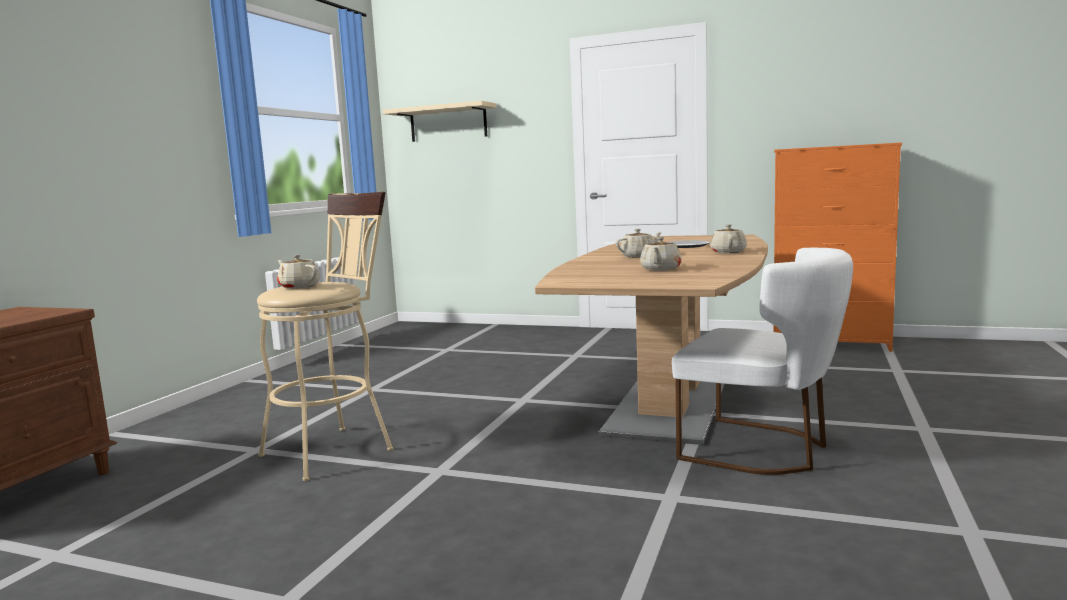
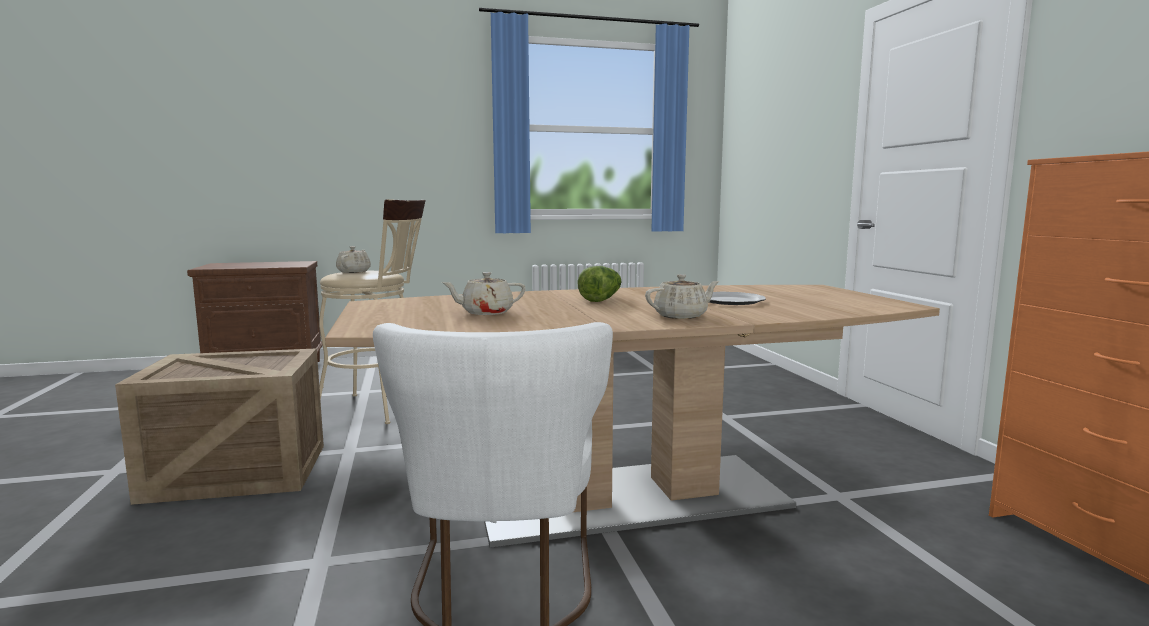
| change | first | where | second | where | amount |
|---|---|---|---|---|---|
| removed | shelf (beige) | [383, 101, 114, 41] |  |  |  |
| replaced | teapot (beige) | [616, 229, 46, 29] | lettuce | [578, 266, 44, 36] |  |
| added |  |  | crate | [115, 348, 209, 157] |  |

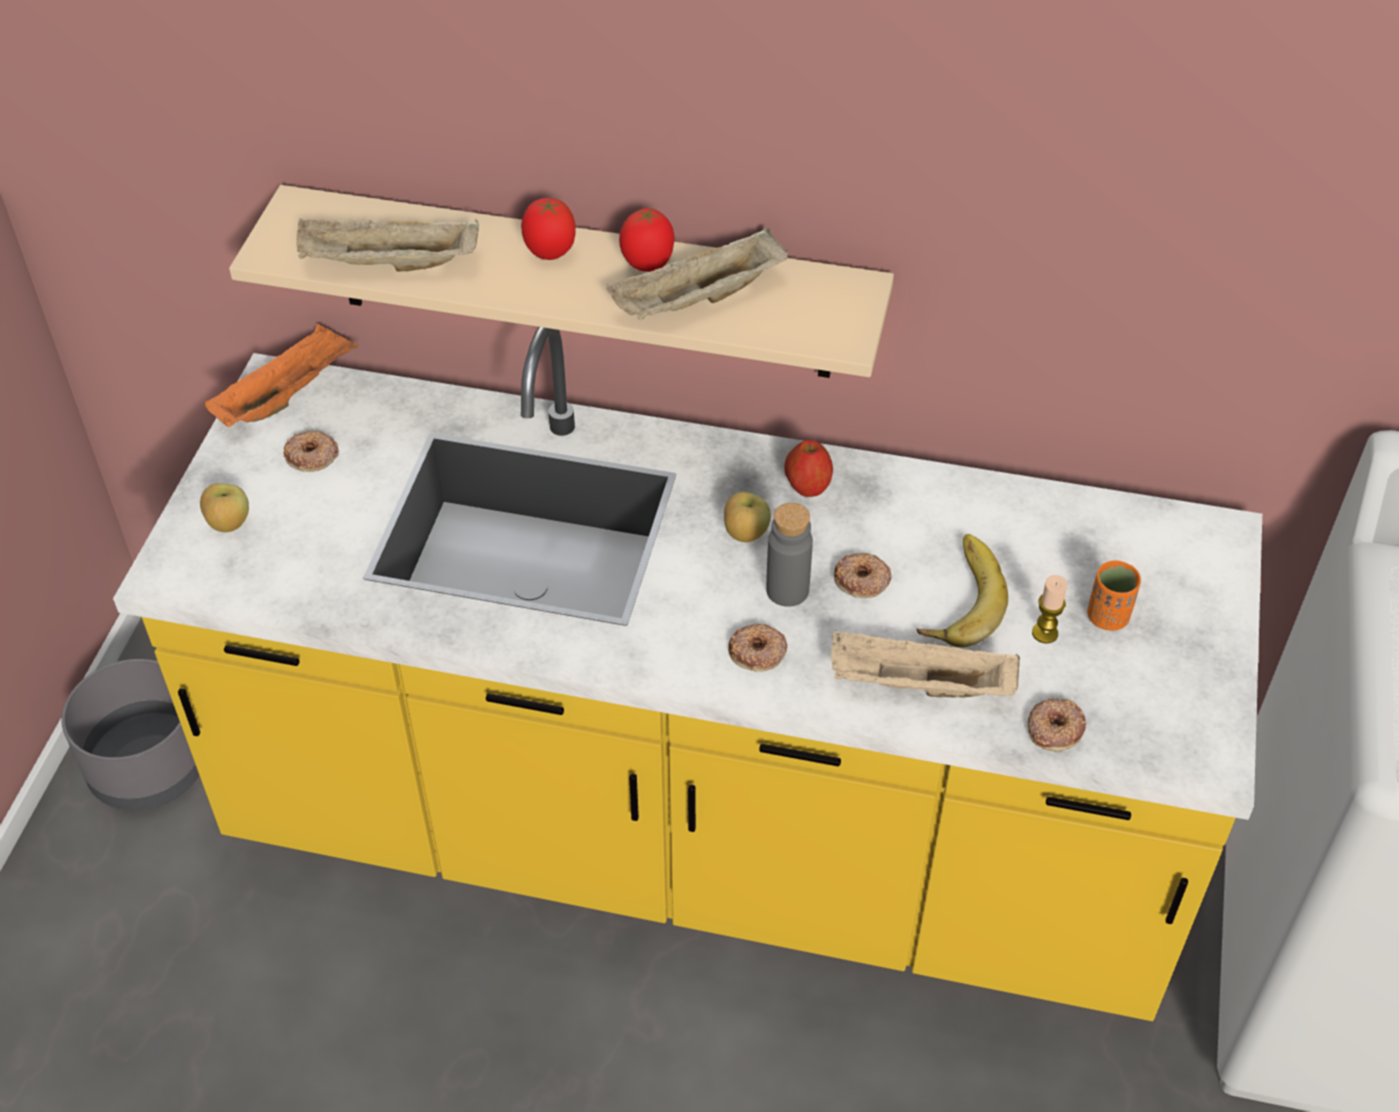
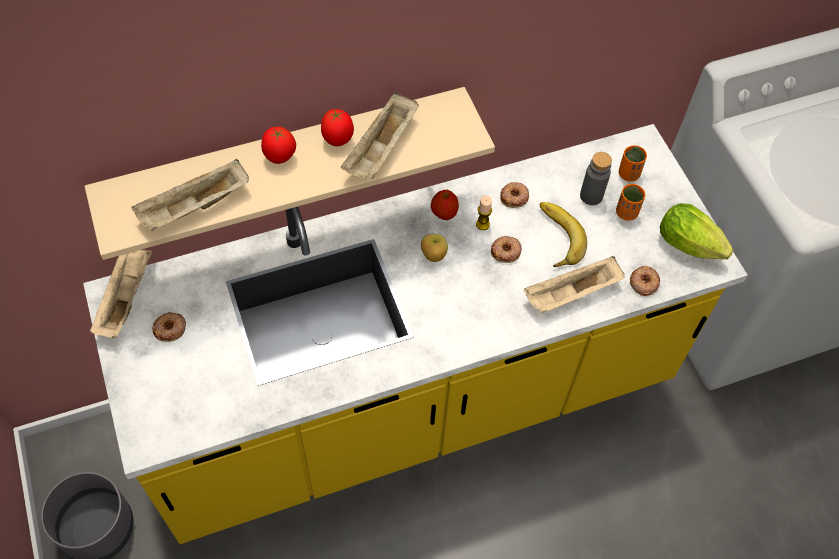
| change | first | where | second | where | amount |
|---|---|---|---|---|---|
| recoloured | tray (orange) | [205, 324, 154, 103] | tray (beige) | [90, 250, 62, 89] |  |
| removed | apple | [200, 483, 49, 49] |  |  |  |
| moved | bottle (grey) | [766, 503, 47, 104] |  | [580, 152, 32, 53] |  |
| moved | candle | [1032, 575, 35, 69] |  | [476, 196, 16, 34] |  |
| moved | donut | [728, 624, 59, 48] |  | [500, 182, 29, 26] |  |
| added |  |  | cup (orange) | [619, 145, 28, 37] |  |
| added |  |  | lettuce | [660, 203, 73, 57] |  |

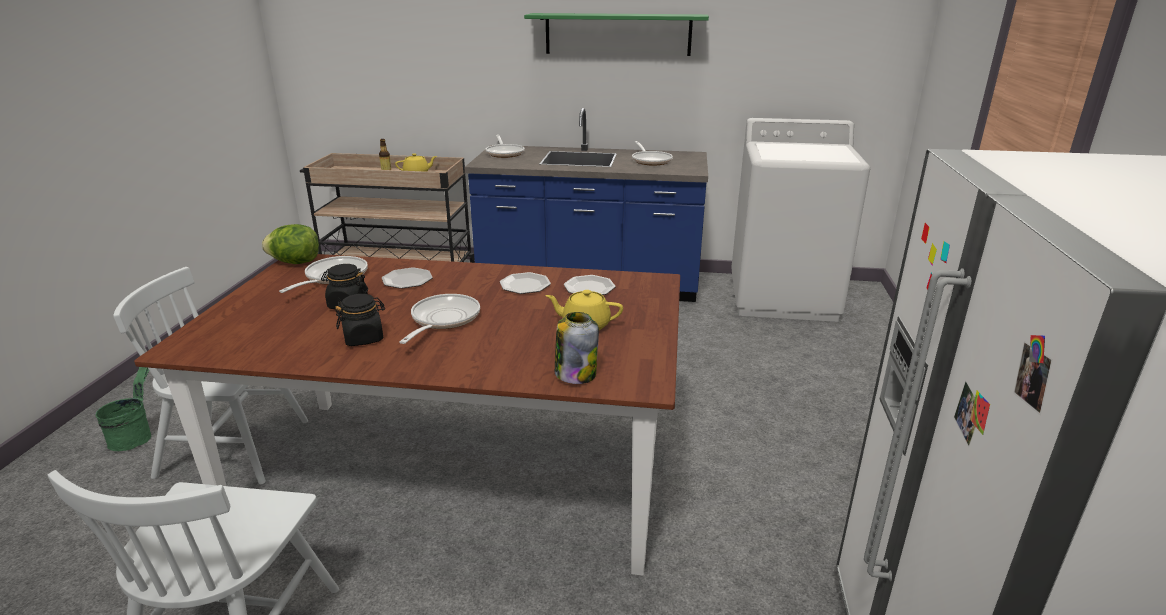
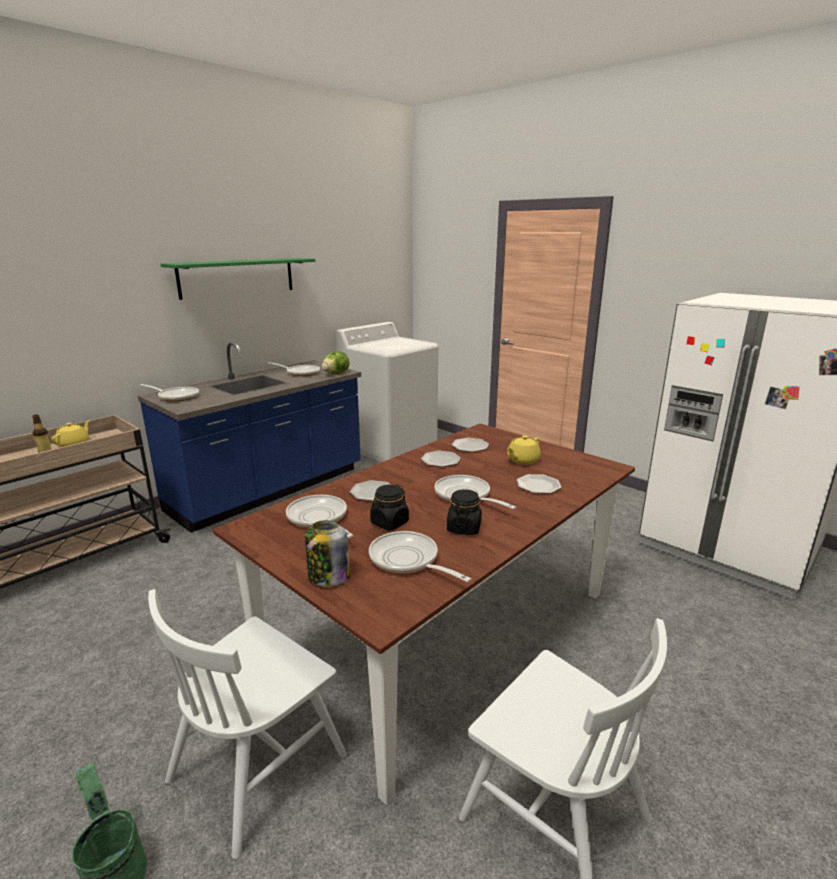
| change | first | where | second | where | amount |
|---|---|---|---|---|---|
| moved | lettuce | [262, 224, 57, 40] |  | [322, 351, 28, 23] |  |
| moved | jar | [555, 312, 44, 72] |  | [305, 520, 45, 67] |  |
| added |  |  | plate | [517, 474, 45, 20] |  |
| added |  |  | frying pan | [369, 531, 102, 51] |  |

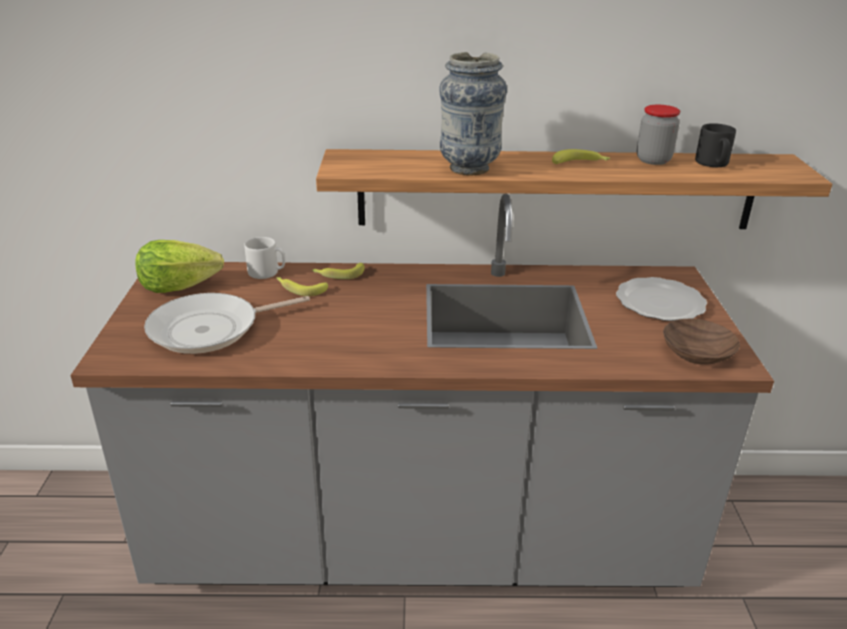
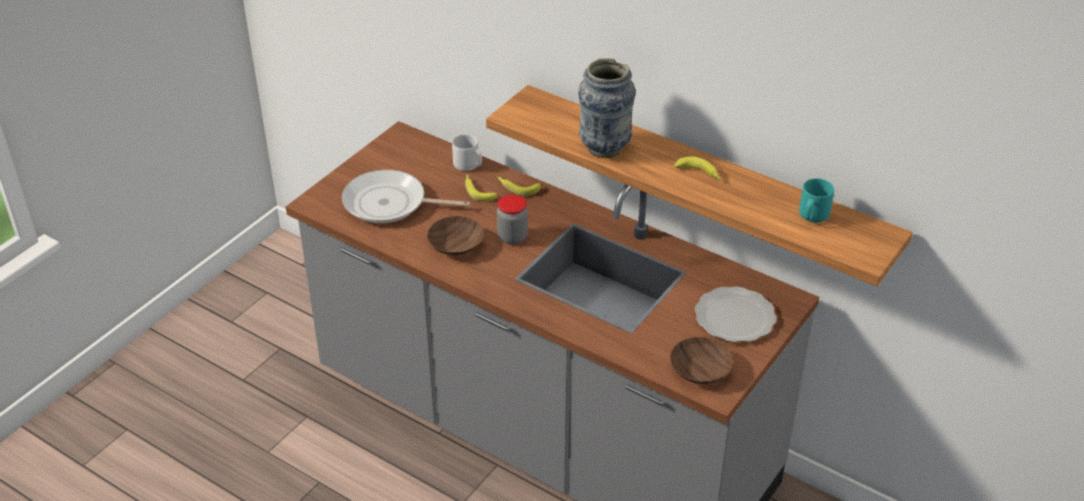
| change | first | where | second | where | amount |
|---|---|---|---|---|---|
| moved | jar | [637, 105, 43, 60] |  | [497, 195, 31, 50] |  |
| recoloured | mug (black) | [695, 123, 41, 44] | mug (turquoise) | [799, 178, 35, 45] |  |
| removed | lettuce | [135, 240, 89, 53] |  |  |  |
| added |  |  | bowl (brown) | [427, 216, 57, 40] |  |

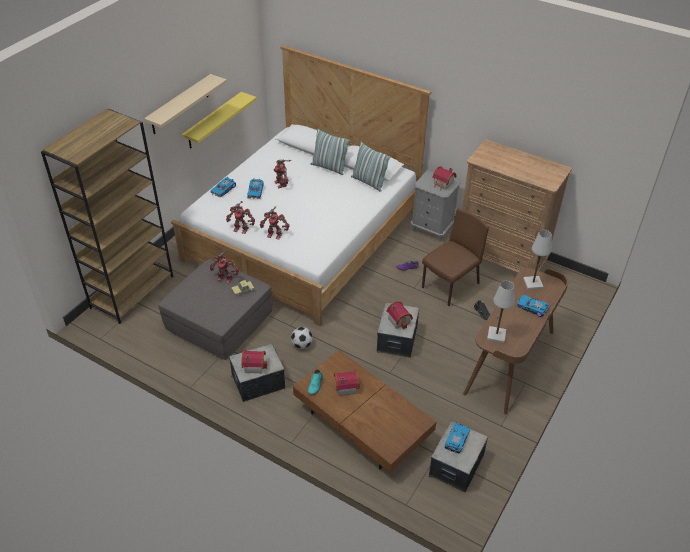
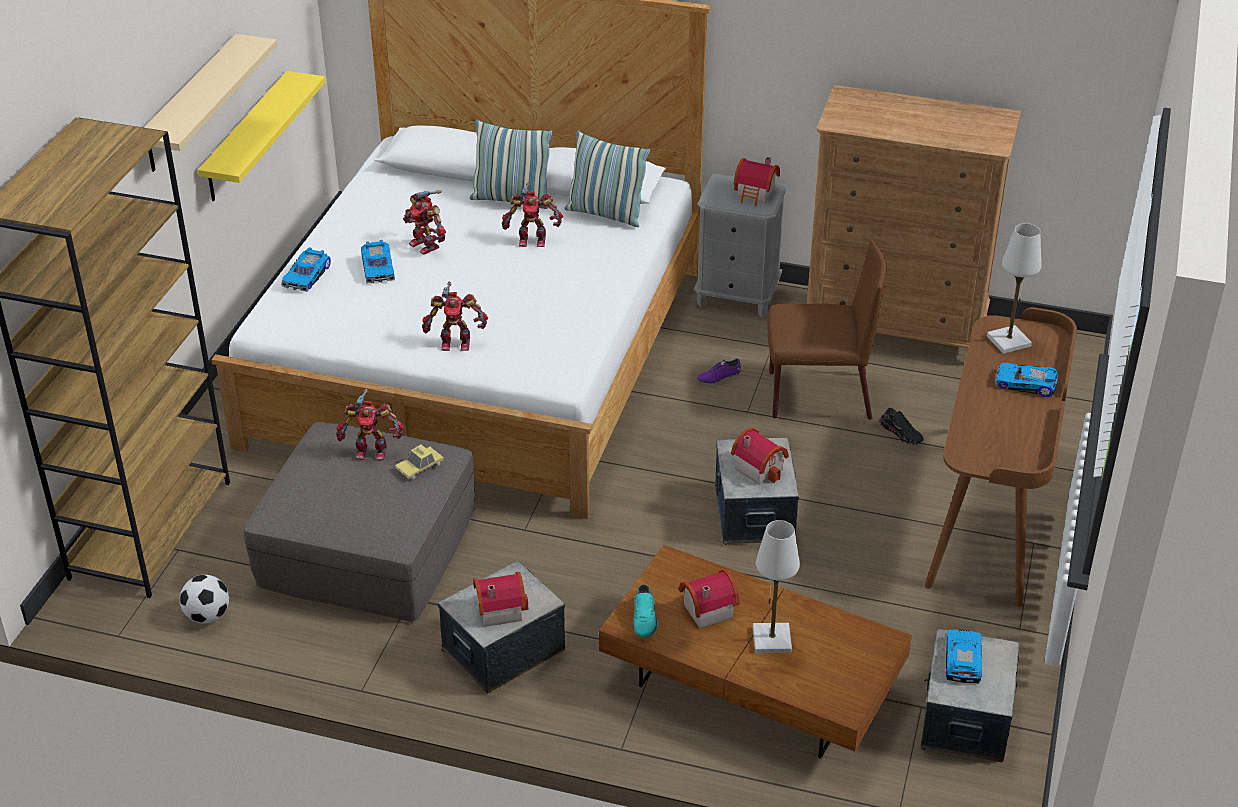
| change | first | where | second | where | amount |
|---|---|---|---|---|---|
| moved | toy robot | [226, 201, 29, 33] |  | [502, 183, 61, 64] |  |
| turned | chair (brown) | [422, 208, 67, 98] |  | [767, 240, 119, 180] | 60 degrees clockwise |
| moved | table lamp (white) | [487, 281, 28, 62] |  | [753, 520, 47, 133] |  |
| moved | football | [291, 327, 22, 22] |  | [180, 575, 49, 48] |  |

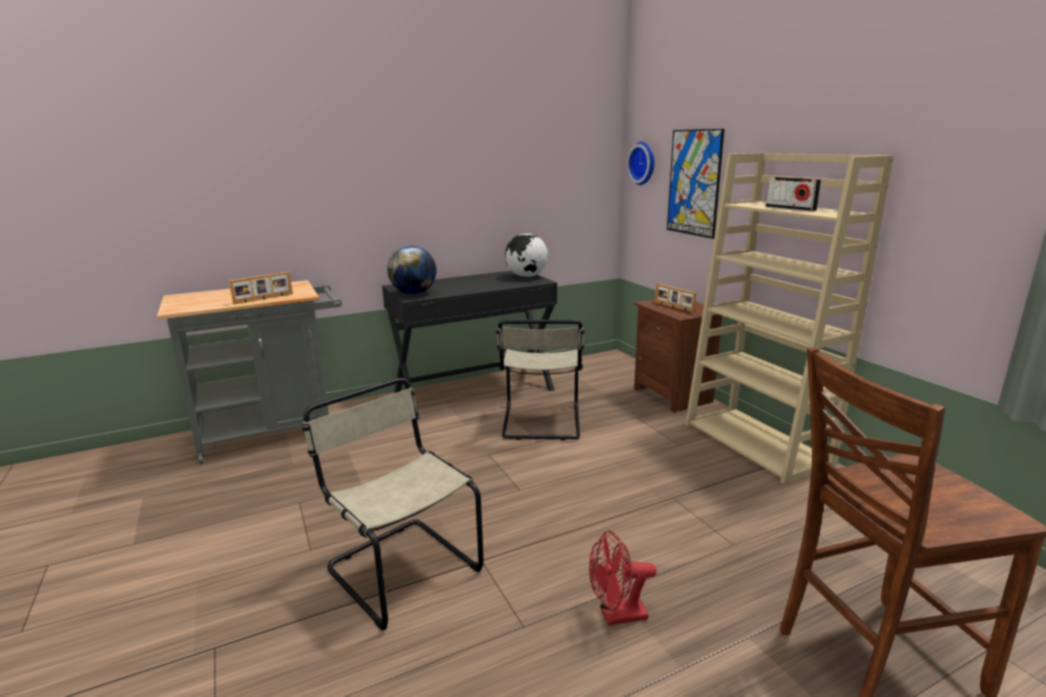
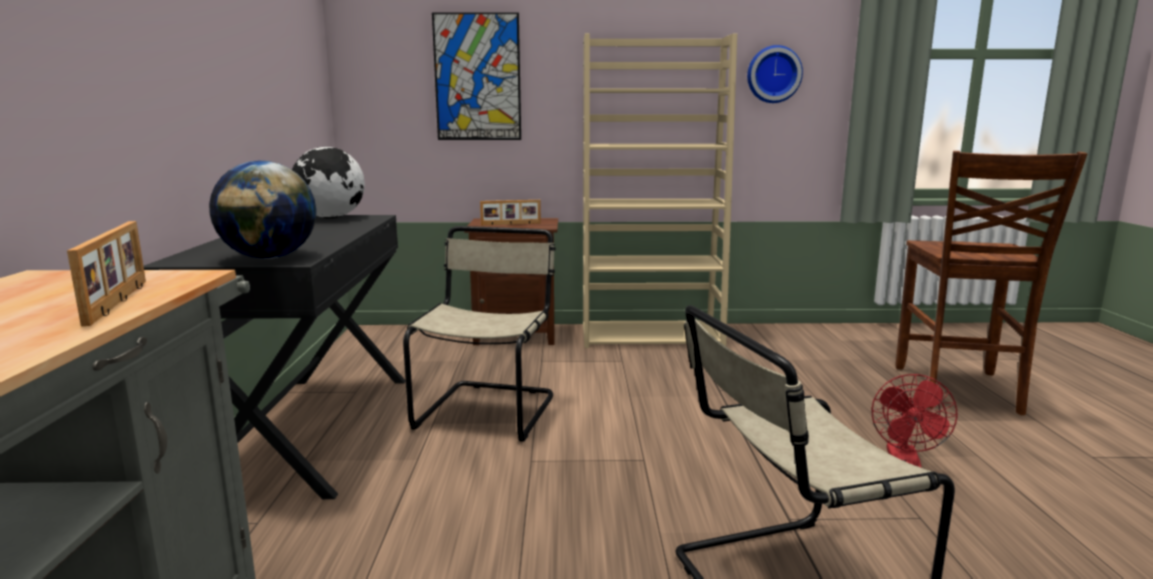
| change | first | where | second | where | amount |
|---|---|---|---|---|---|
| moved | wall clock | [627, 142, 28, 43] |  | [747, 45, 56, 58] |  |
| removed | radio | [766, 177, 55, 34] |  |  |  |
| turned | chair (beige) | [496, 320, 89, 120] |  | [403, 226, 153, 216] | 105 degrees counterclockwise |

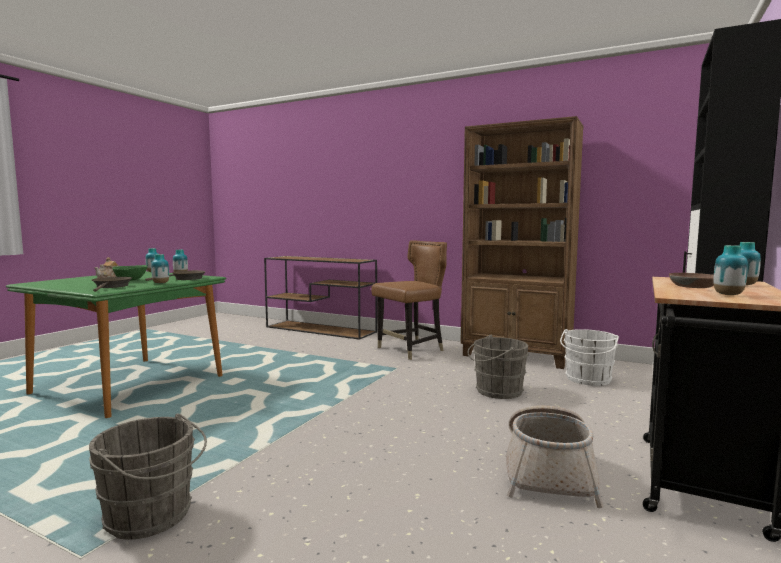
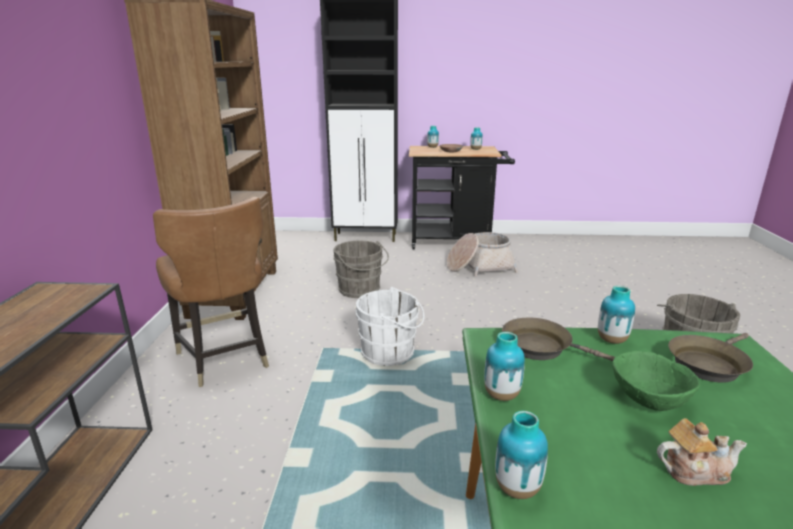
| change | first | where | second | where | amount |
|---|---|---|---|---|---|
| turned | chair (brown) | [371, 240, 76, 120] |  | [153, 197, 116, 190] | 150 degrees counterclockwise |
| moved | bucket (white) | [560, 329, 59, 57] |  | [355, 287, 69, 79] |  |

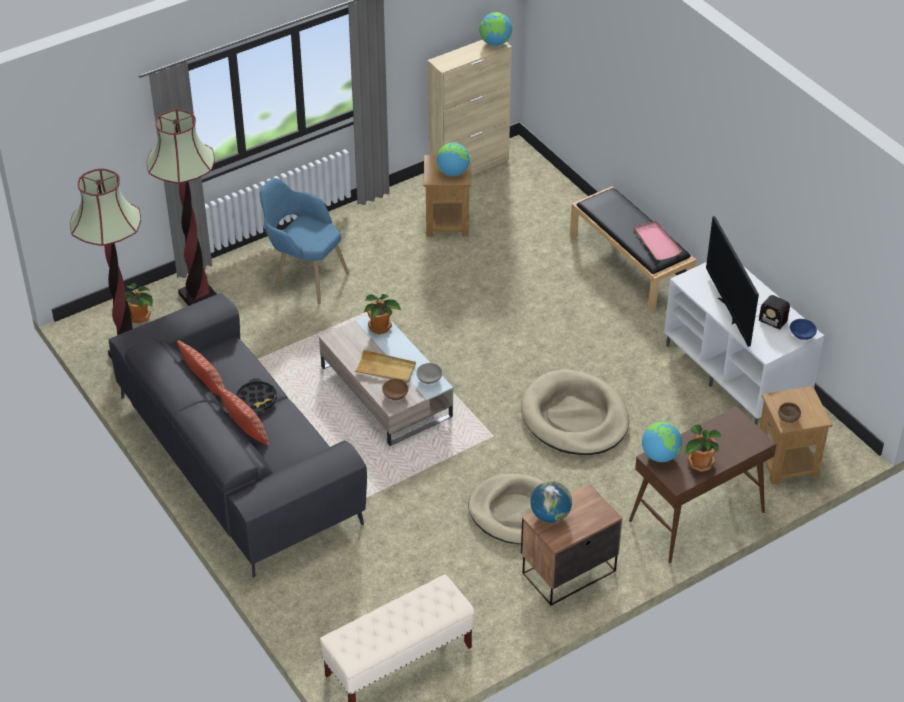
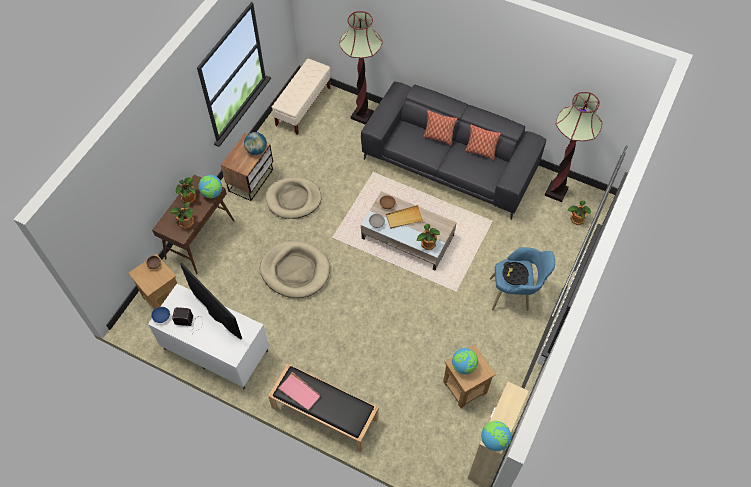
| change | first | where | second | where | amount |
|---|---|---|---|---|---|
| moved | floor lamp | [146, 109, 71, 197] |  | [339, 11, 44, 114] |  |
| moved | tray (black) | [236, 378, 41, 35] |  | [502, 262, 27, 23] |  |
| added |  |  | potted plant | [170, 202, 25, 27] |  |

